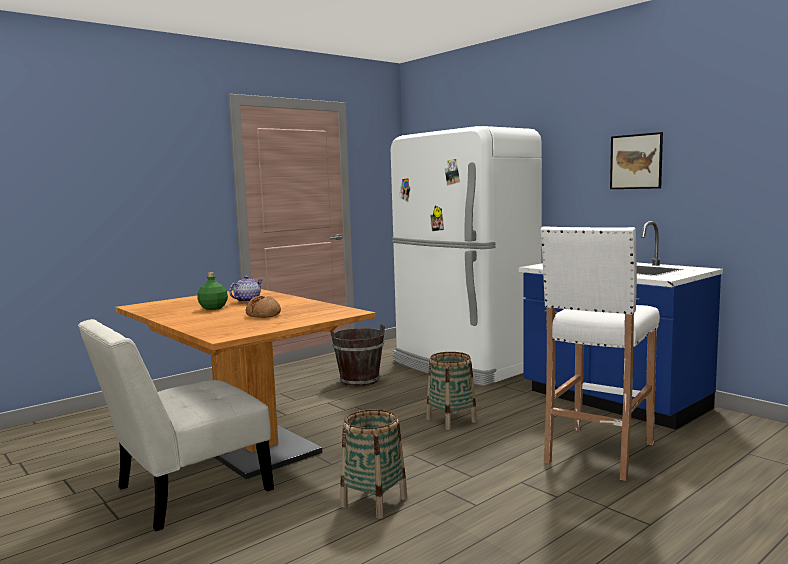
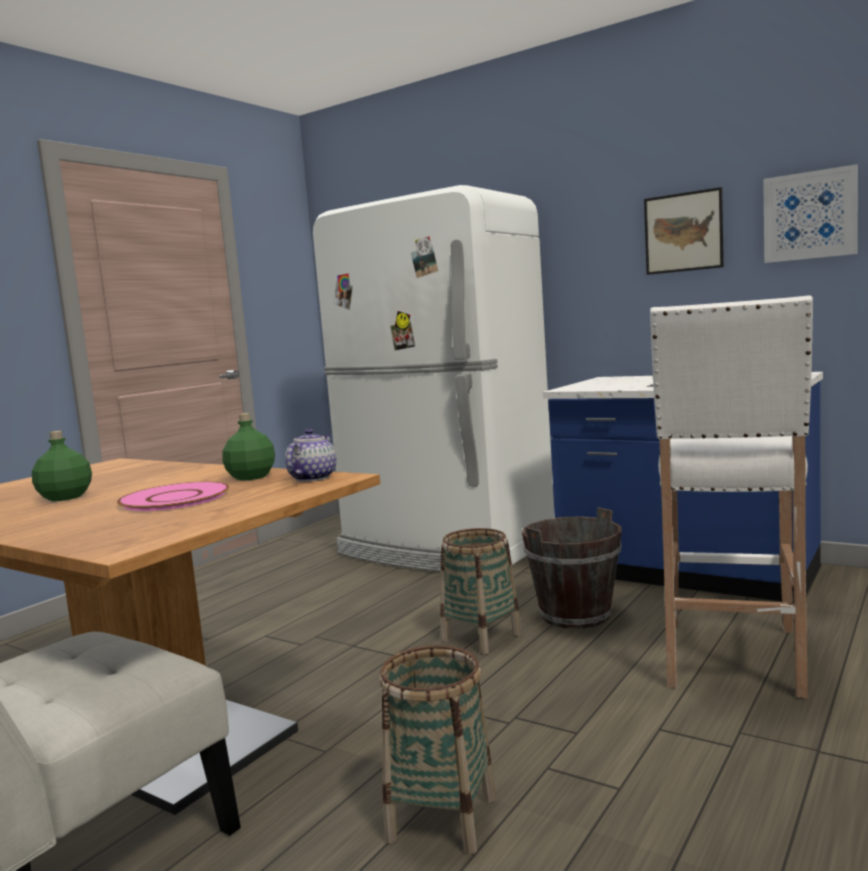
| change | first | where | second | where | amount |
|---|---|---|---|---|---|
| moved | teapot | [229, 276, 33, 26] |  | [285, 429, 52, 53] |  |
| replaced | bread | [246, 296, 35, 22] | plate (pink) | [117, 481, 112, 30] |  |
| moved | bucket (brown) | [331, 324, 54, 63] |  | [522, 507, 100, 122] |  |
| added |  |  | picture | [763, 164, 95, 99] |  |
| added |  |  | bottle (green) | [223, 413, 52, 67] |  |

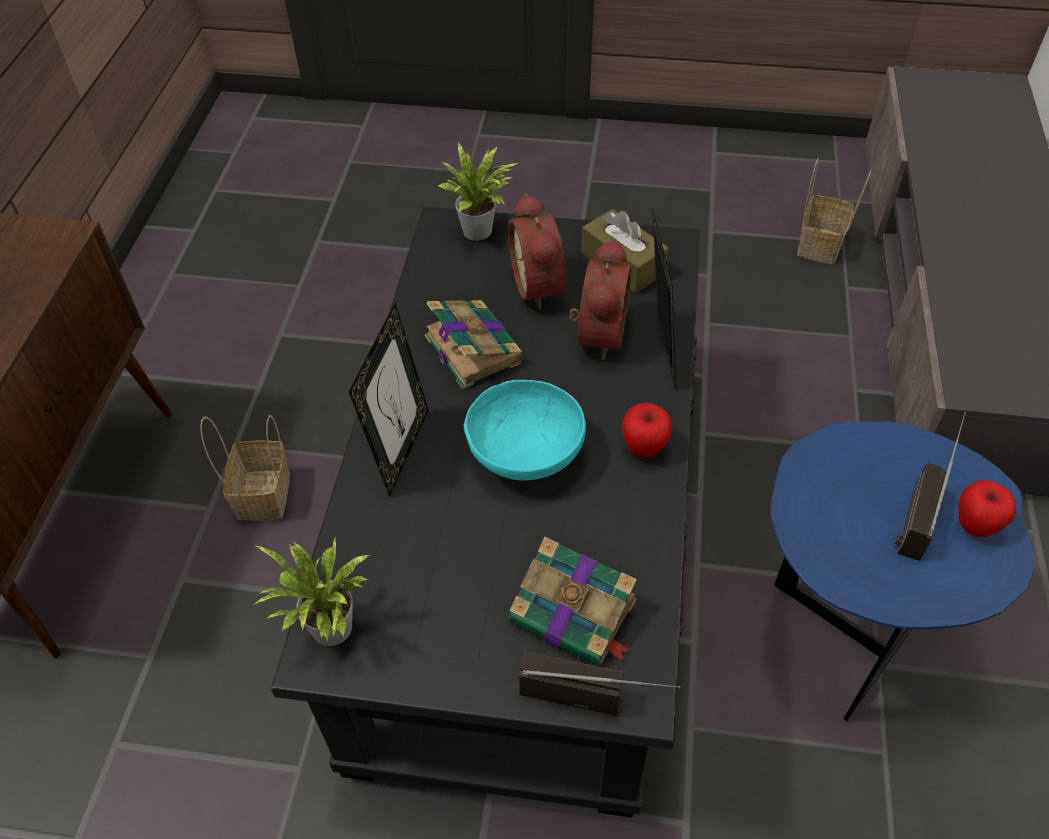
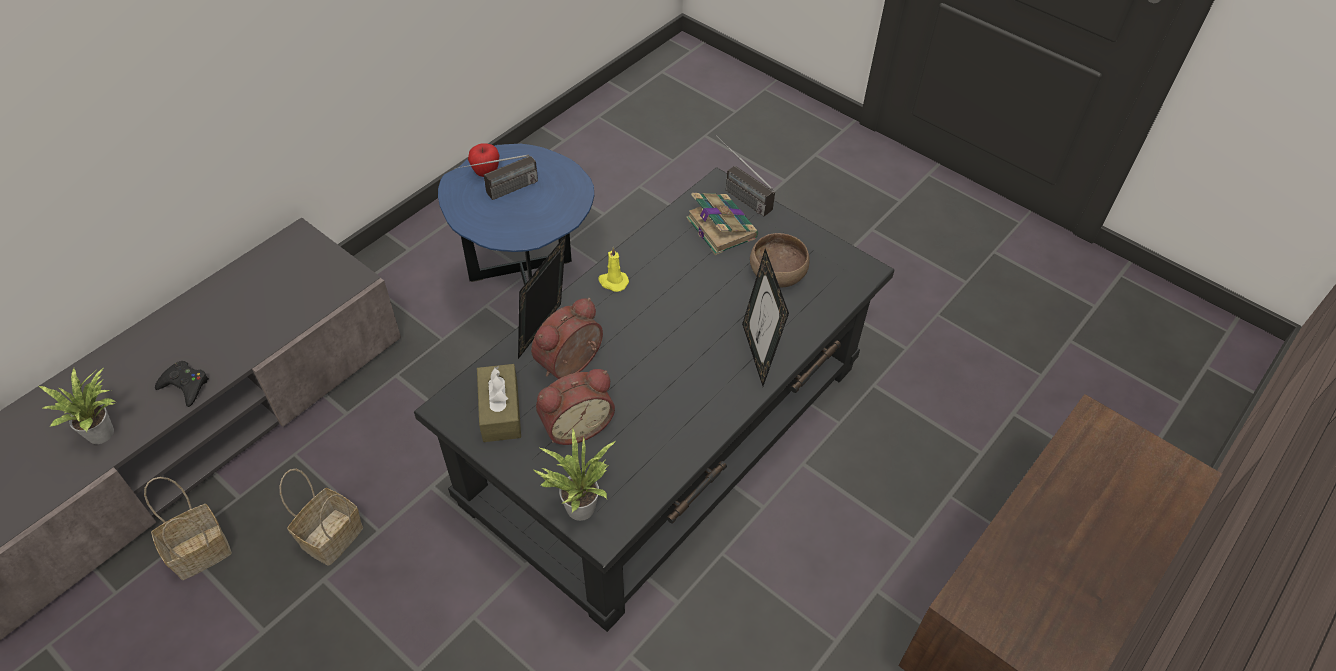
| change | first | where | second | where | amount |
|---|---|---|---|---|---|
| turned | alarm clock | [508, 193, 58, 117] |  | [536, 369, 79, 76] | 45 degrees clockwise |
| removed | book | [425, 300, 99, 89] |  |  |  |
| turned | picture frame | [349, 302, 80, 195] |  | [742, 249, 47, 137] | 60 degrees counterclockwise |
| removed | bowl (turquoise) | [464, 380, 122, 101] |  |  |  |
| replaced | apple | [622, 402, 50, 56] | candle (yellow) | [598, 247, 31, 45] |  |
| moved | basket | [200, 415, 90, 106] |  | [280, 469, 83, 97] |  |
| moved | potted plant | [253, 537, 117, 109] |  | [39, 367, 77, 77] |  |
| added |  |  | bowl (brown) | [750, 233, 60, 54] |  |
| added |  |  | game controller (black) | [155, 361, 54, 46] |  |

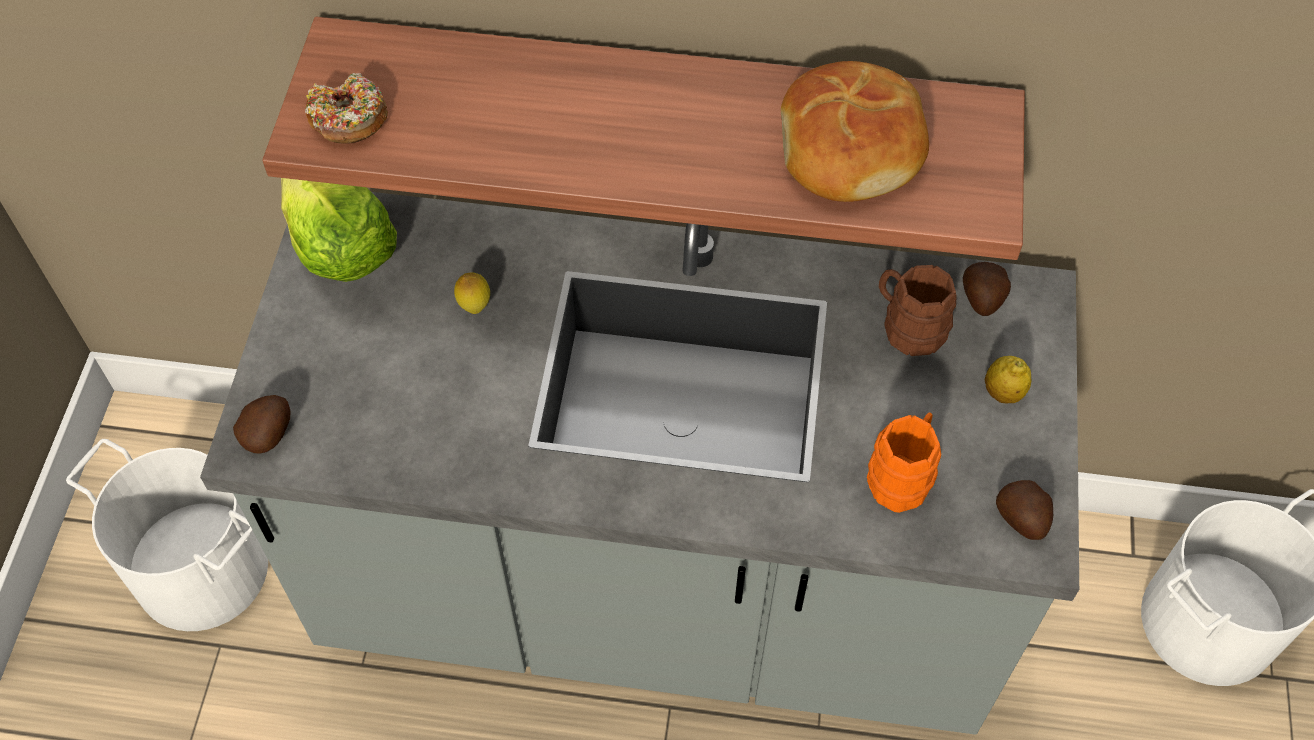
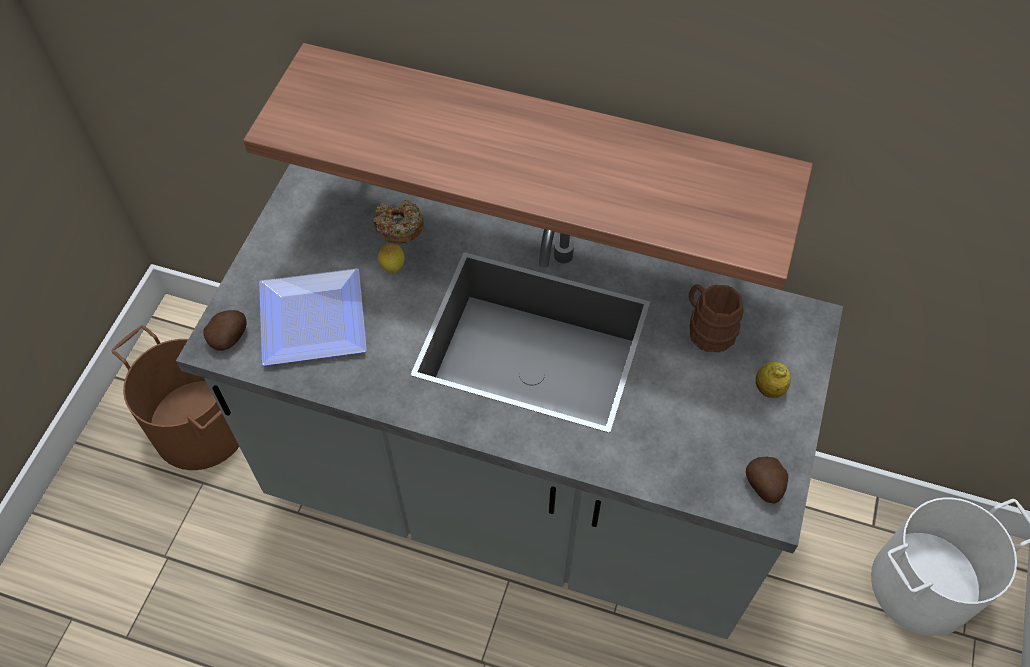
| change | first | where | second | where | amount |
|---|---|---|---|---|---|
| removed | bread | [781, 61, 148, 141] |  |  |  |
| moved | donut | [305, 73, 83, 71] |  | [373, 199, 51, 44] |  |
| removed | lettuce | [281, 178, 116, 104] |  |  |  |
| removed | potato | [963, 262, 48, 54] |  |  |  |
| removed | mug (orange) | [867, 413, 74, 100] |  |  |  |
| recoloured | bucket (white) | [66, 439, 202, 192] | bucket (brown) | [111, 325, 128, 145] |  |
| added |  |  | plate | [259, 268, 108, 98] |  |

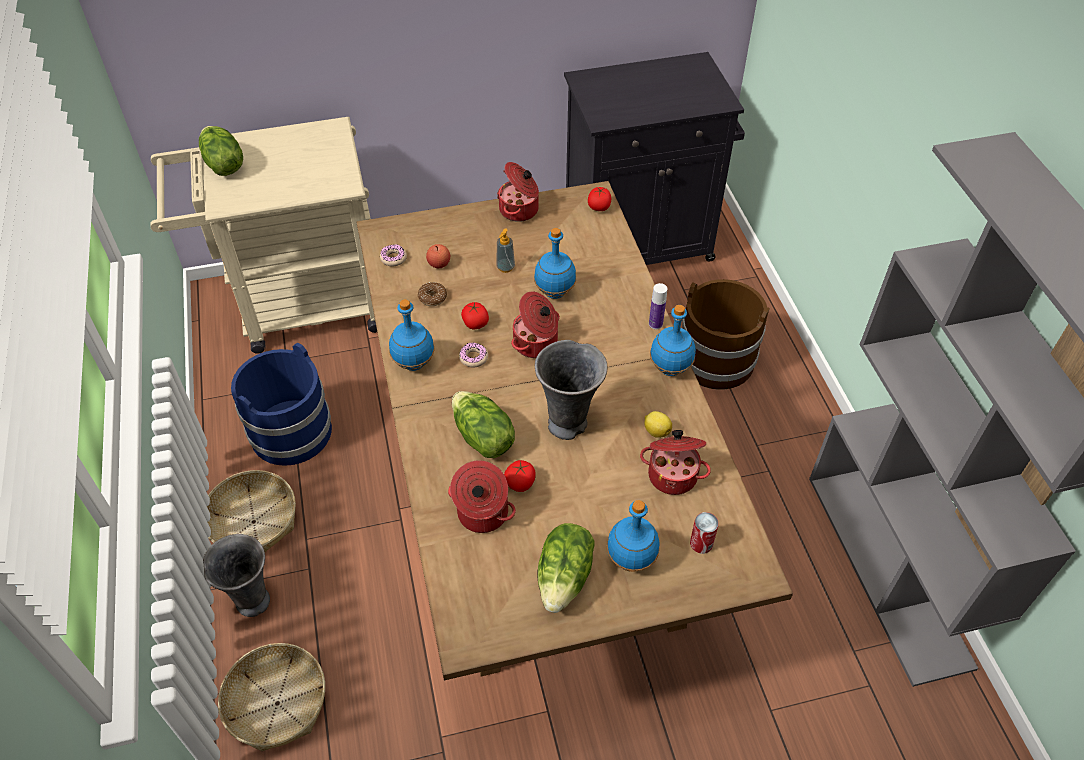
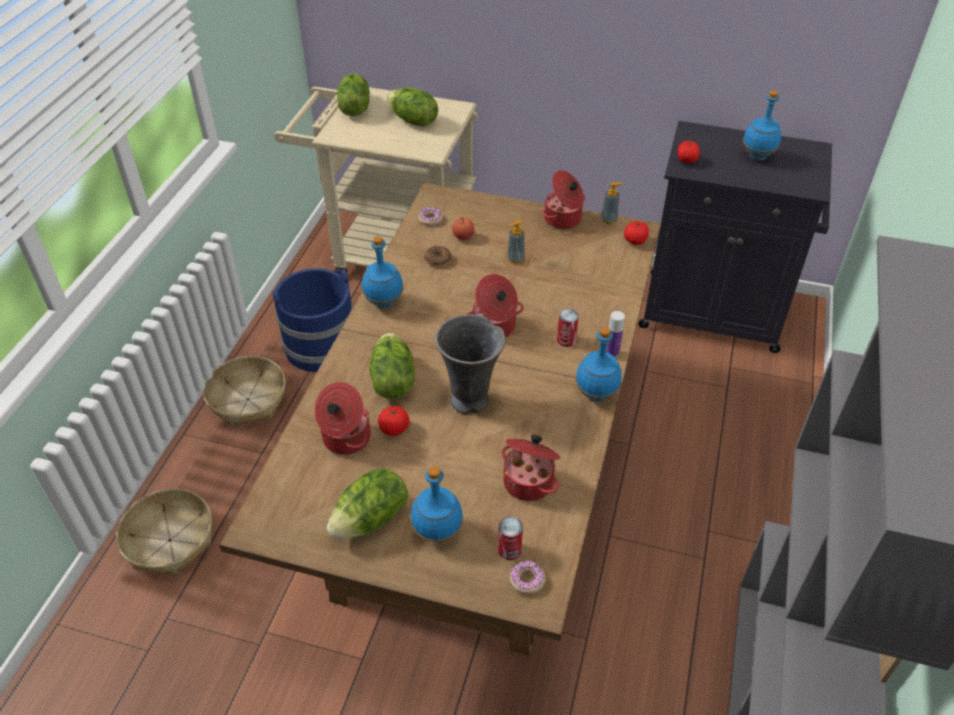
| change | first | where | second | where | amount |
|---|---|---|---|---|---|
| moved | bottle (blue) | [534, 228, 42, 71] |  | [743, 90, 38, 70] |  |
| removed | bucket (brown) | [682, 279, 87, 111] |  |  |  |
| moved | tomato | [461, 302, 28, 27] |  | [678, 141, 22, 22] |  |
| moved | donut | [459, 342, 29, 25] |  | [510, 561, 36, 33] |  |
| removed | lemon | [644, 411, 28, 27] |  |  |  |
| removed | vase (grey) | [203, 534, 67, 83] |  |  |  |
| added |  |  | lettuce | [387, 87, 51, 39] |  |
| added |  |  | soap dispenser | [601, 182, 22, 42] |  |
| added |  |  | can | [557, 309, 22, 38] |  |

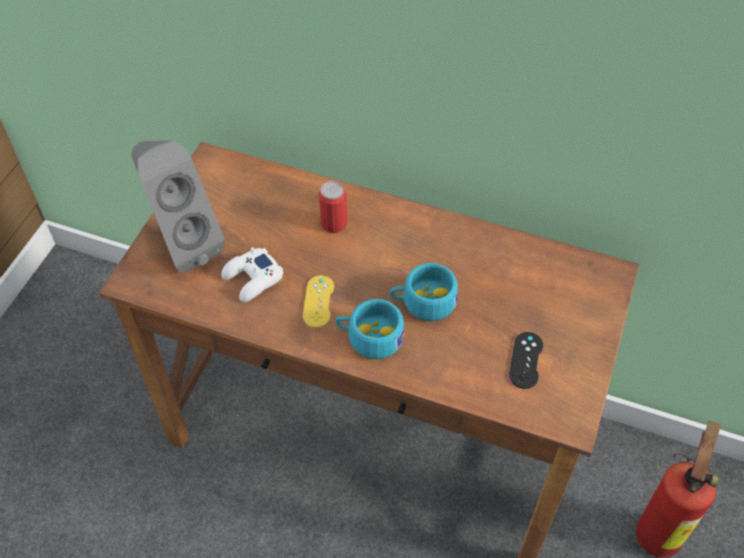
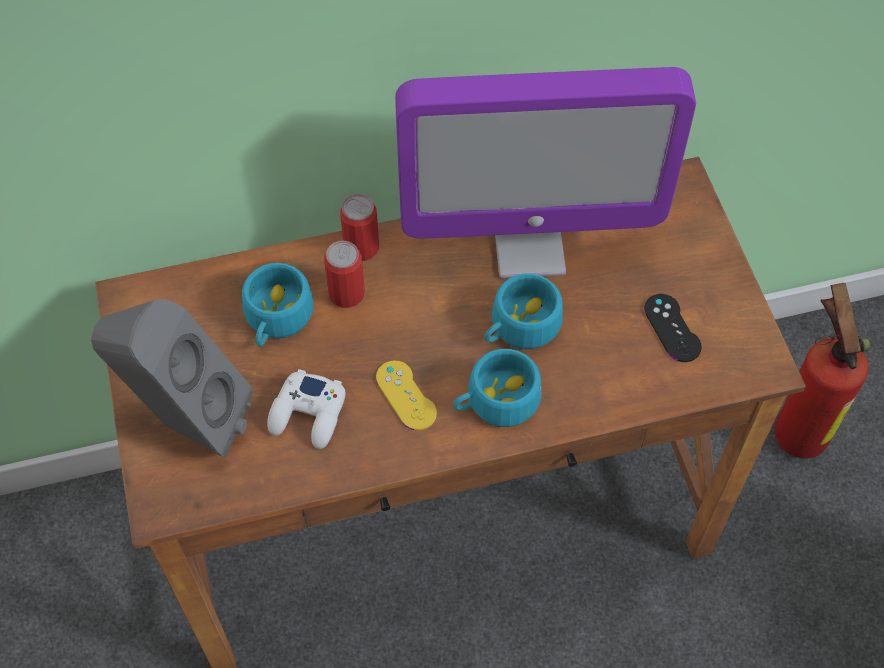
| change | first | where | second | where | amount |
|---|---|---|---|---|---|
| added |  |  | monitor | [395, 67, 301, 211] |  |
| added |  |  | can | [340, 194, 39, 67] |  |
| added |  |  | cup (turquoise) | [242, 263, 72, 84] |  |

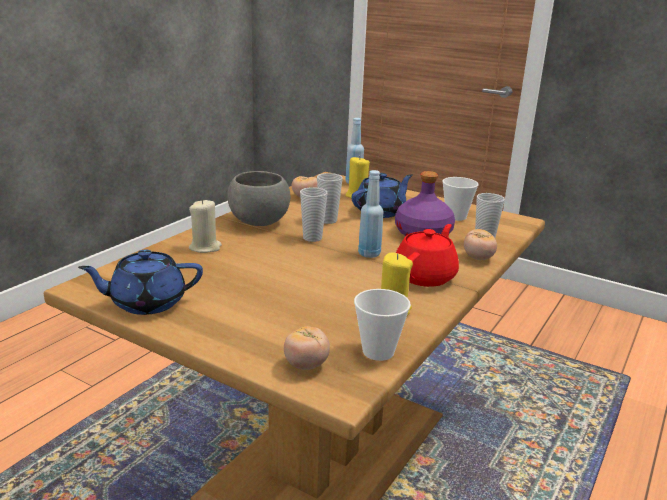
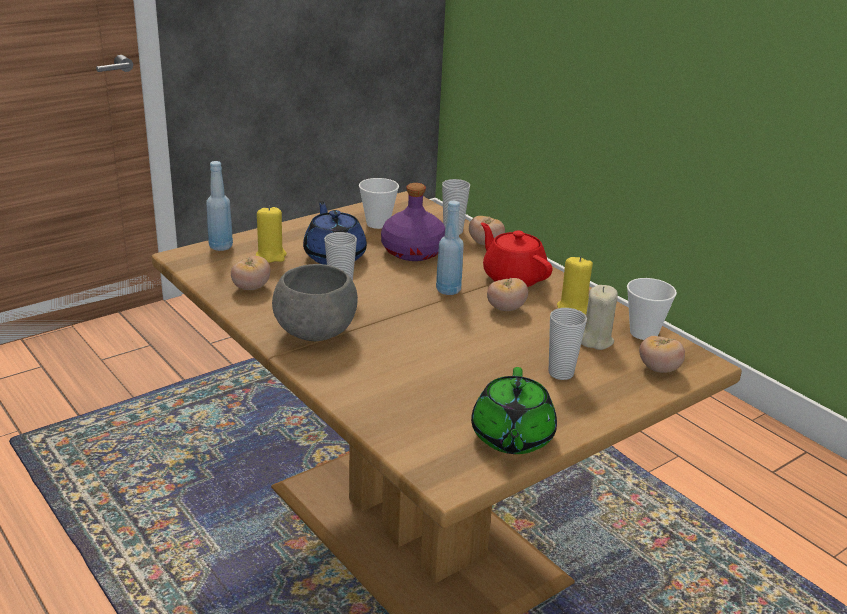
| change | first | where | second | where | amount |
|---|---|---|---|---|---|
| moved | cup | [300, 187, 27, 55] |  | [548, 308, 39, 72] |  |
| moved | candle (beige) | [189, 199, 33, 54] |  | [581, 285, 37, 65] |  |
| recoloured | teapot (blue) | [78, 250, 125, 65] | teapot (green) | [471, 367, 86, 87] |  |
| added |  |  | tomato | [487, 278, 41, 33] |  |

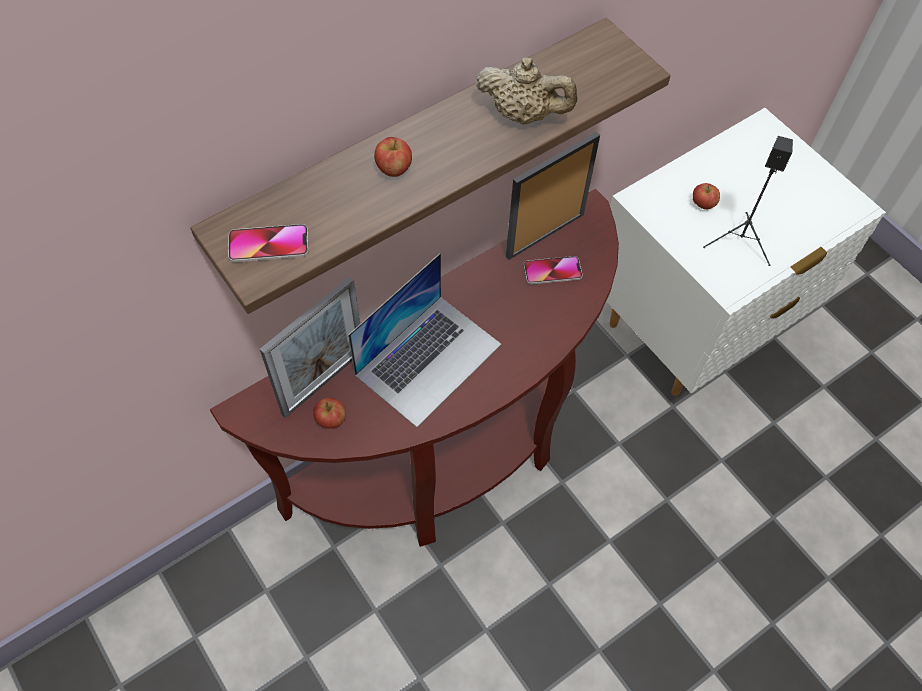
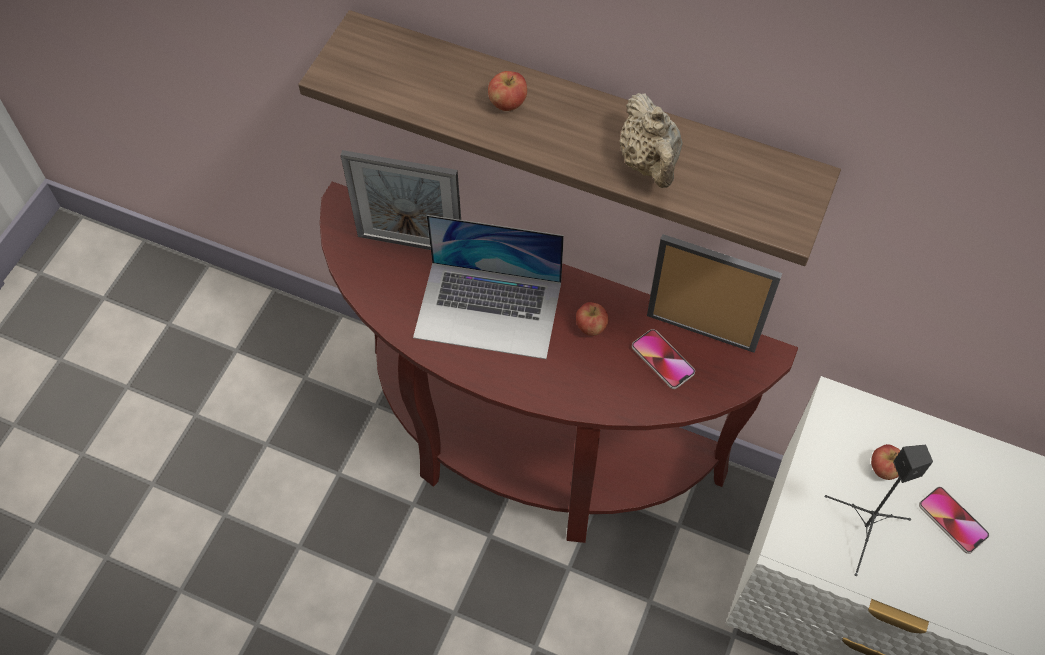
| change | first | where | second | where | amount |
|---|---|---|---|---|---|
| moved | phone | [228, 224, 81, 38] |  | [919, 487, 70, 67] |  |
| moved | apple | [313, 398, 33, 31] |  | [576, 302, 32, 34] |  |

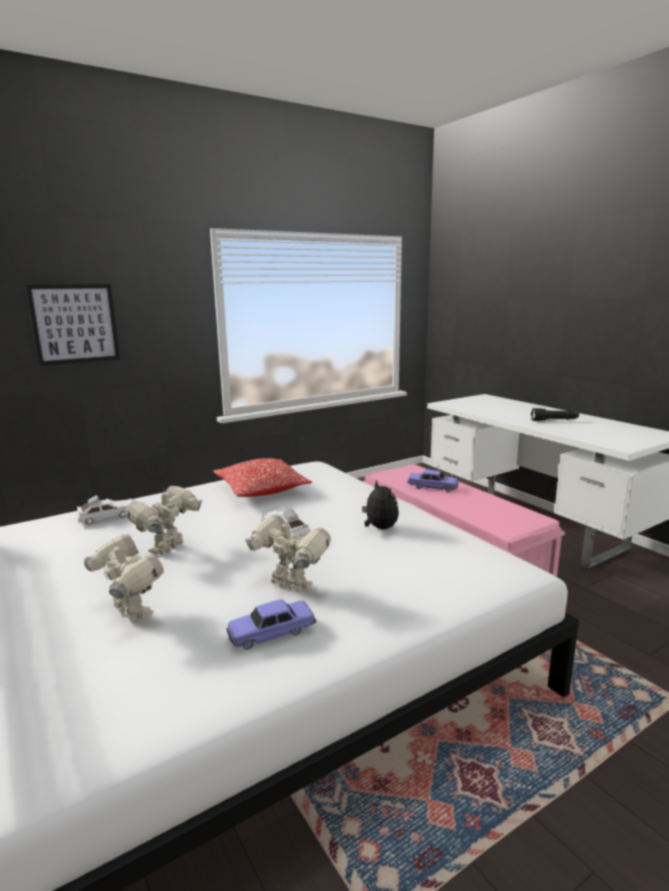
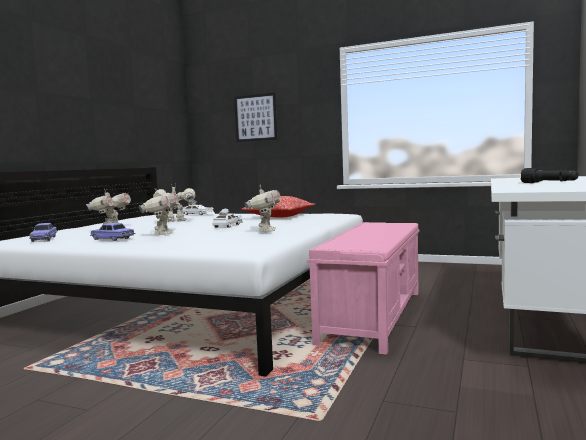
| change | first | where | second | where | amount |
|---|---|---|---|---|---|
| moved | toy car | [407, 469, 51, 23] |  | [29, 223, 29, 19] |  |
| replaced | plush toy | [362, 479, 37, 50] | toy robot | [244, 185, 37, 48] |  |

